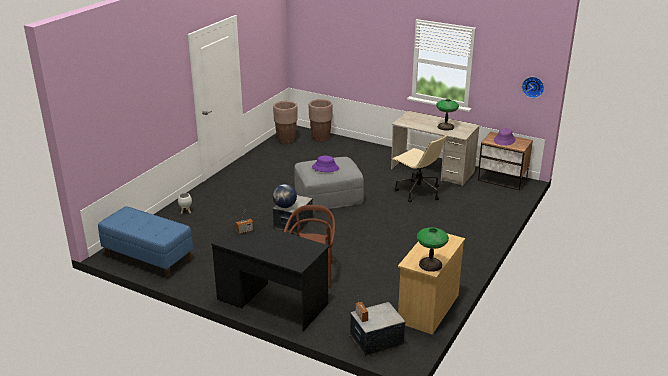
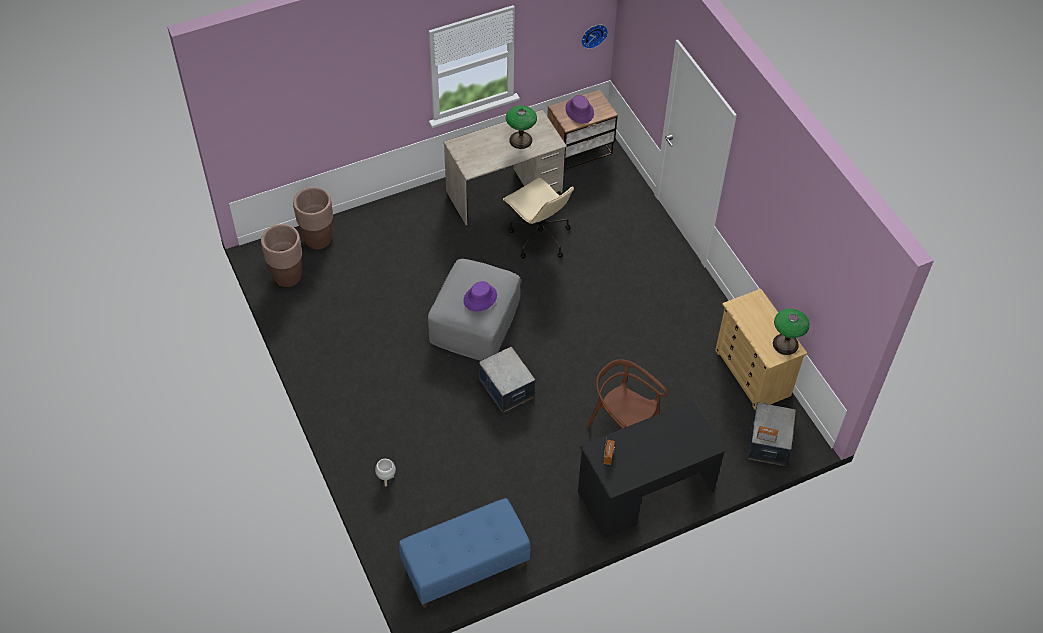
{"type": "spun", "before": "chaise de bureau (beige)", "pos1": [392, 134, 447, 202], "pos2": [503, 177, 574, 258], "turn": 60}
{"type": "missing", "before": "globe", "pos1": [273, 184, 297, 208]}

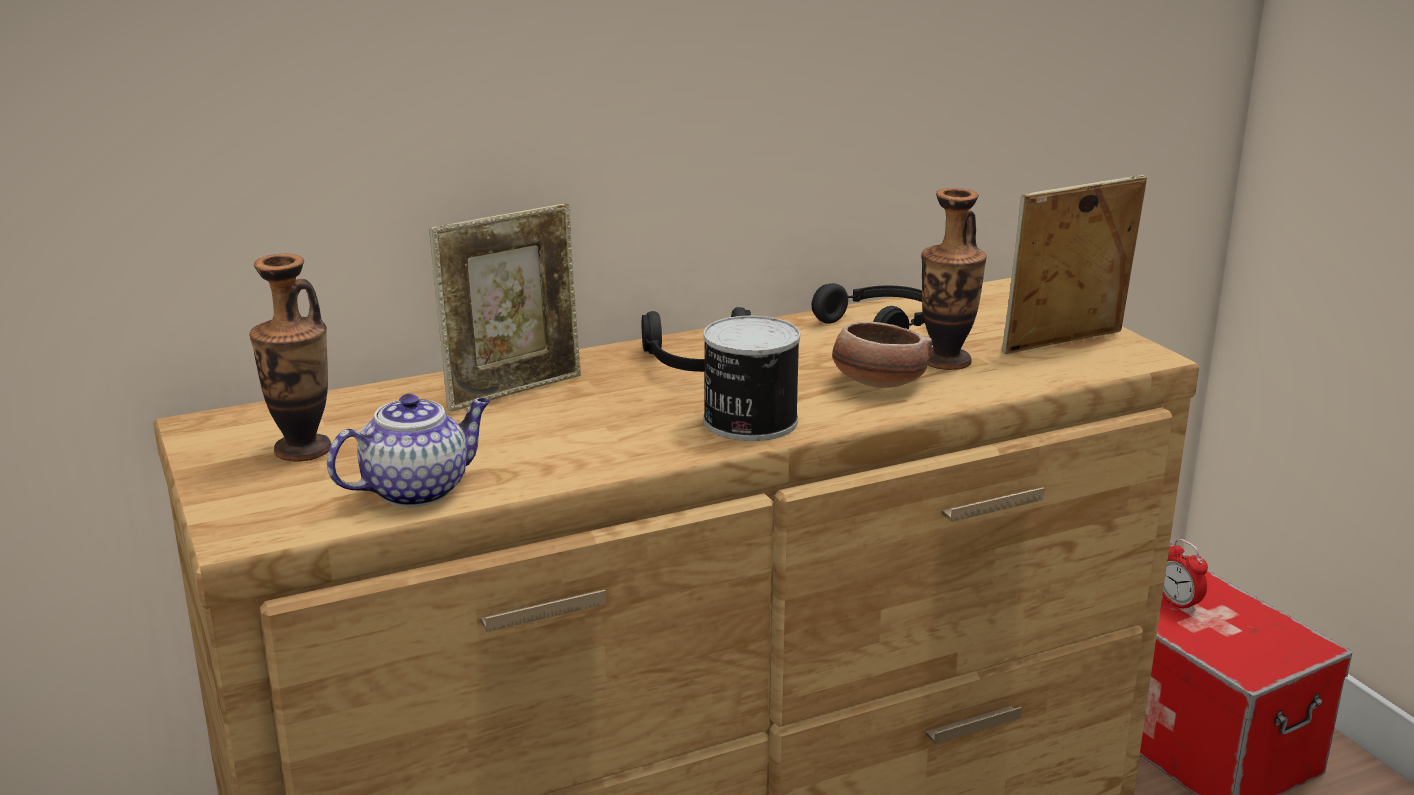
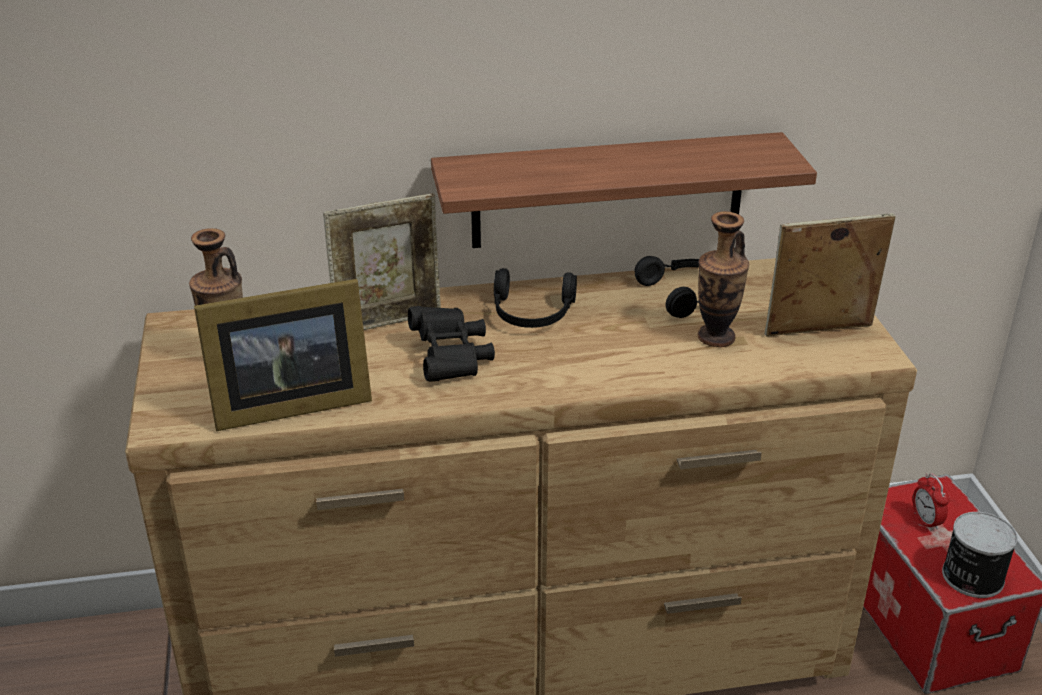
{"type": "relocated", "before": "boîte métallique", "pos1": [703, 316, 800, 441], "pos2": [942, 512, 1018, 598]}
{"type": "missing", "before": "bol", "pos1": [832, 322, 933, 388]}
{"type": "exchanged", "before": "théière", "after": "cadre photo", "pos1": [327, 394, 491, 507], "pos2": [194, 279, 372, 431]}
{"type": "appeared", "after": "étagère", "pos2": [431, 132, 817, 248]}
{"type": "appeared", "after": "jumelles (noir)", "pos2": [408, 306, 495, 382]}

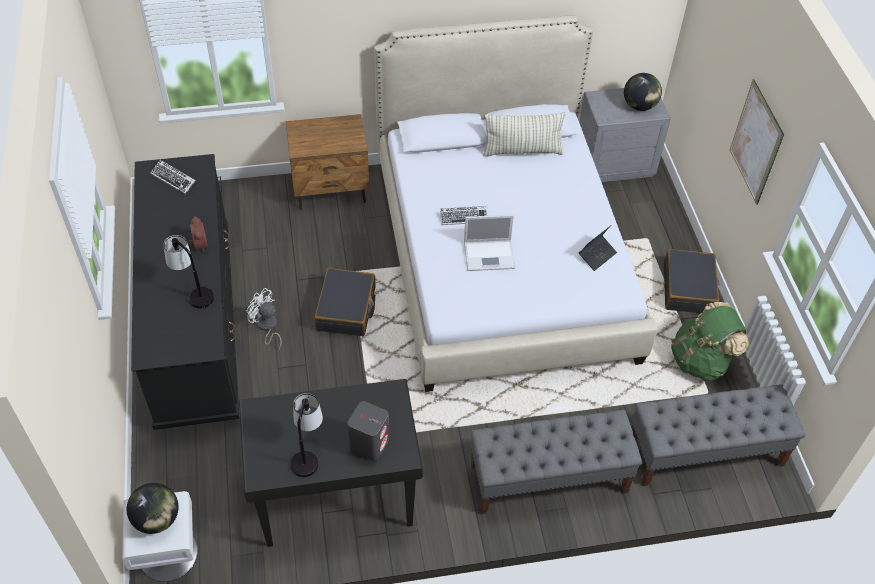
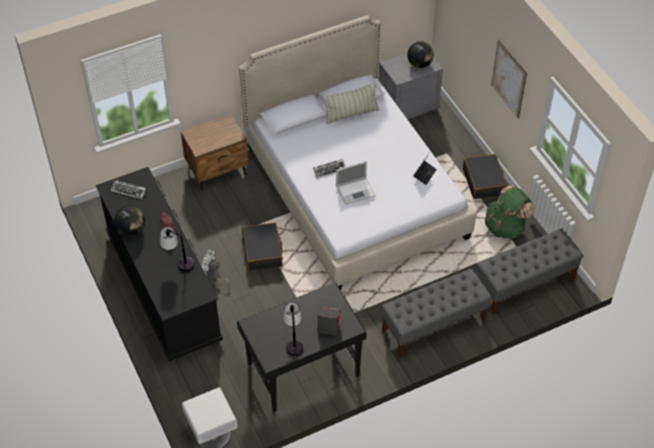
{"type": "relocated", "before": "globe", "pos1": [127, 483, 179, 534], "pos2": [115, 206, 145, 235]}

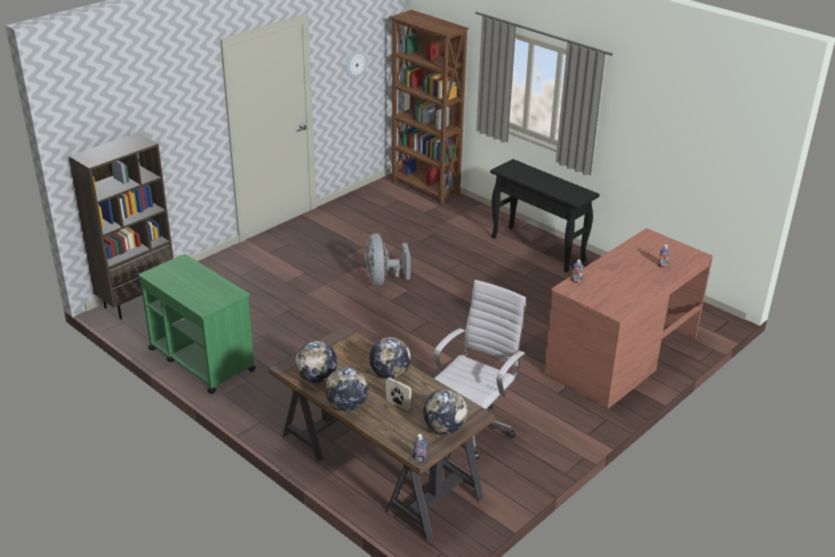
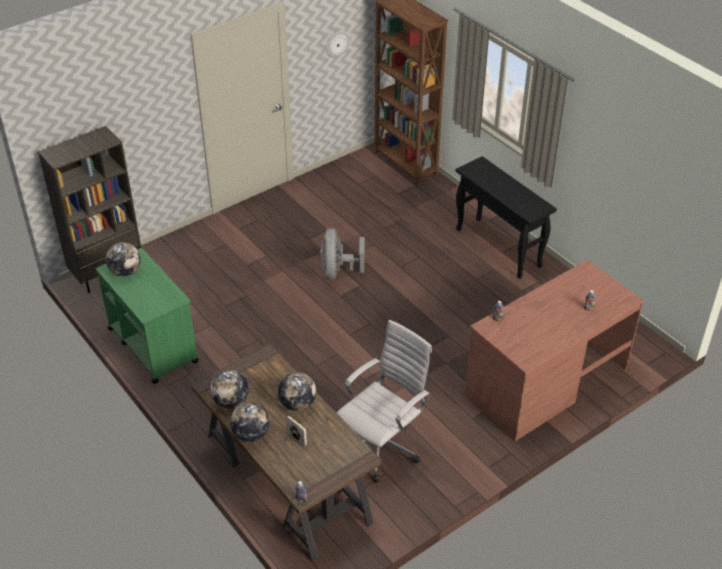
{"type": "relocated", "before": "globe", "pos1": [423, 389, 467, 434], "pos2": [106, 242, 141, 276]}

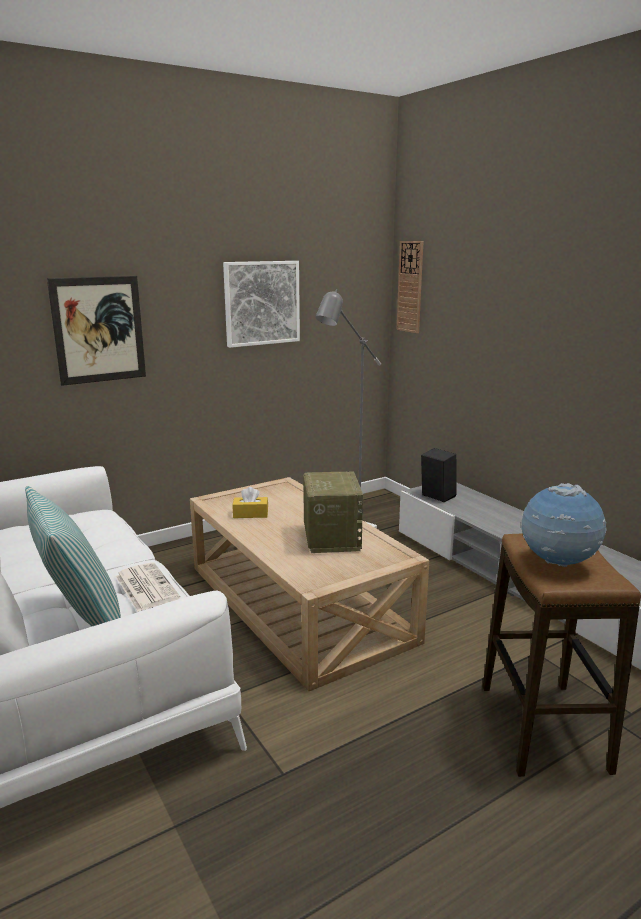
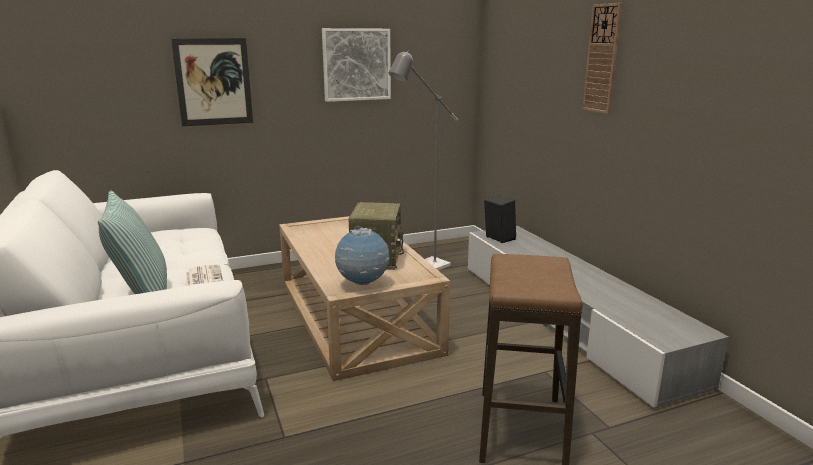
{"type": "relocated", "before": "horloge murale", "pos1": [397, 241, 424, 333], "pos2": [583, 3, 622, 114]}
{"type": "relocated", "before": "globe", "pos1": [522, 483, 607, 567], "pos2": [335, 228, 389, 285]}
{"type": "missing", "before": "boîte à mouchoirs (jaune)", "pos1": [232, 487, 268, 518]}

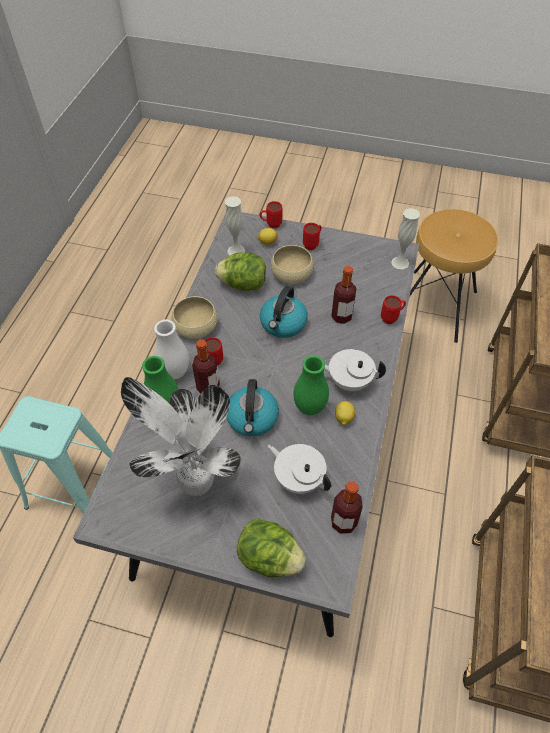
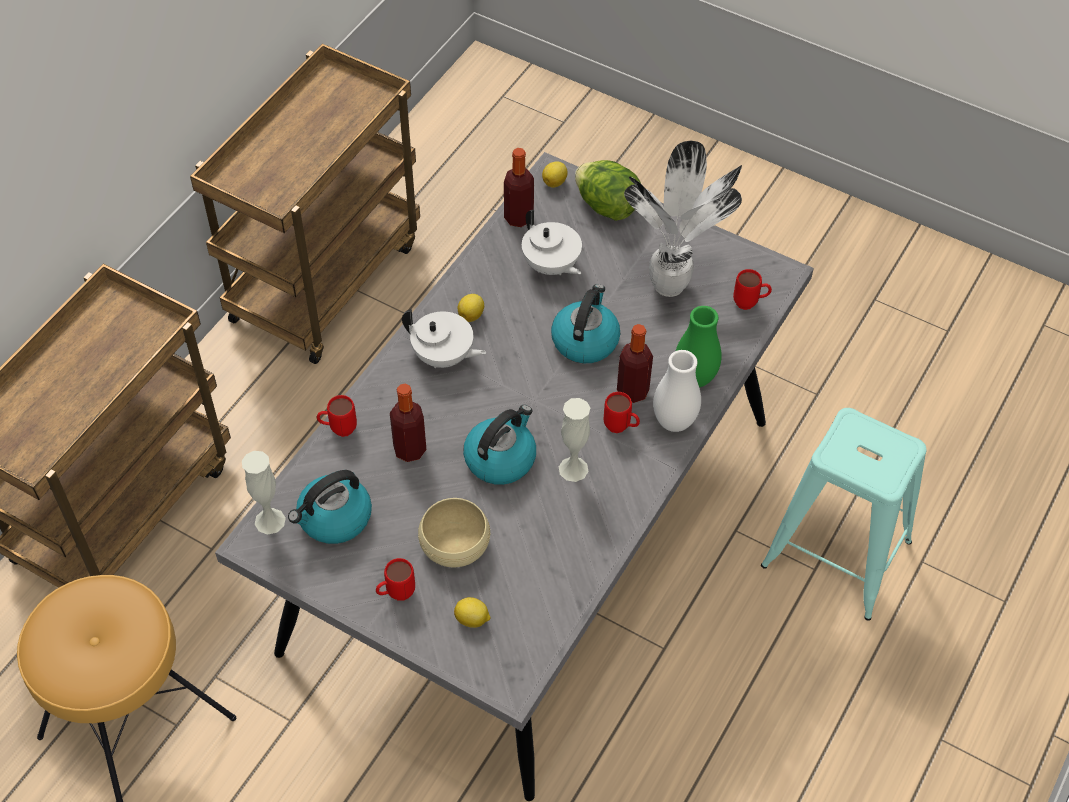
{"type": "relocated", "before": "vase (blanc)", "pos1": [225, 196, 245, 255], "pos2": [559, 398, 590, 482]}
{"type": "relocated", "before": "mug (rouge)", "pos1": [260, 201, 282, 228], "pos2": [733, 269, 772, 310]}
{"type": "missing", "before": "laitue", "pos1": [215, 253, 266, 291]}
{"type": "missing", "before": "bol (beige)", "pos1": [172, 296, 218, 339]}
{"type": "missing", "before": "vase (vert)", "pos1": [293, 355, 329, 415]}
{"type": "appeared", "after": "citron", "pos2": [542, 162, 568, 188]}
{"type": "appeared", "after": "bouilloire", "pos2": [288, 470, 372, 544]}

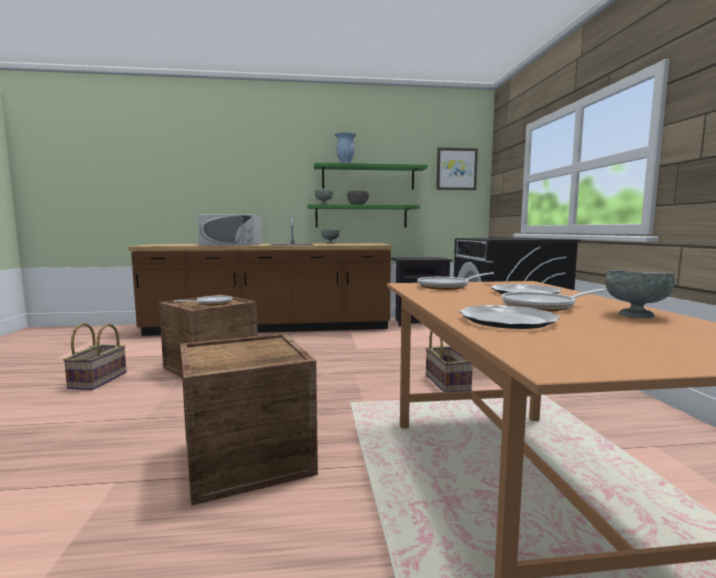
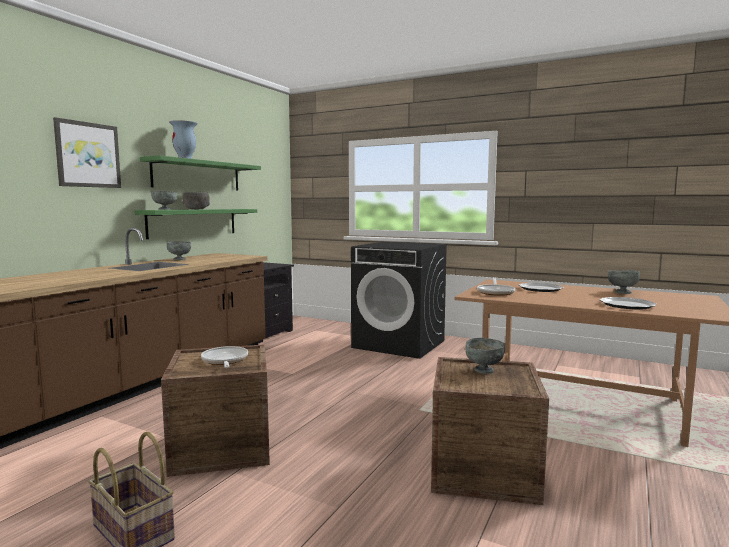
{"type": "relocated", "before": "tableau", "pos1": [436, 148, 478, 190], "pos2": [53, 117, 121, 188]}
{"type": "missing", "before": "micro-ondes (blanc)", "pos1": [197, 214, 262, 245]}
{"type": "missing", "before": "poêle", "pos1": [502, 288, 608, 312]}
{"type": "missing", "before": "panier", "pos1": [425, 331, 473, 392]}
{"type": "appeared", "after": "bol (gris)", "pos2": [465, 338, 505, 374]}

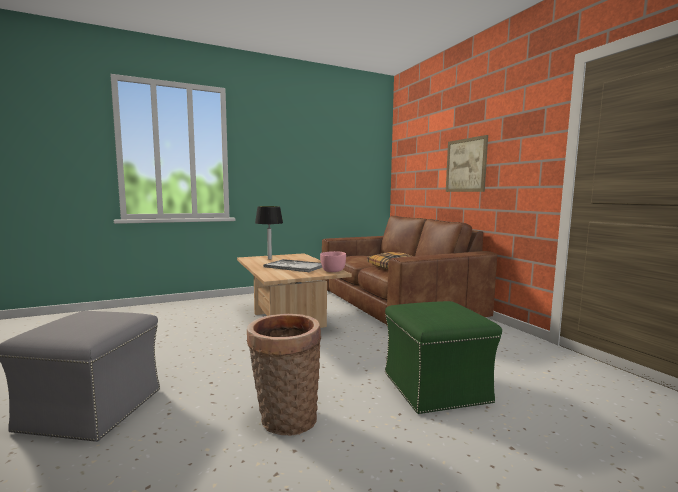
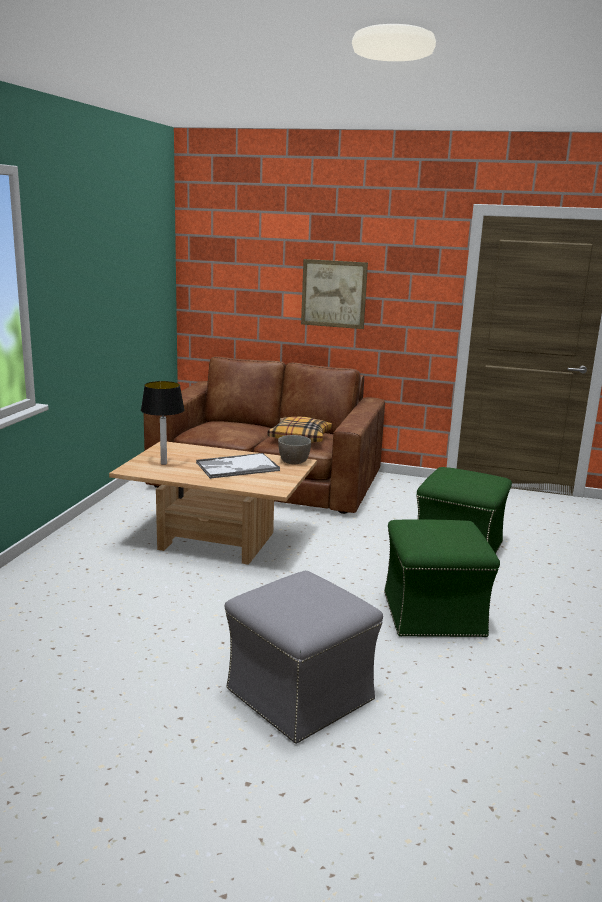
{"type": "colour", "before": "bol (rose)", "after": "bol (gris)", "pos1": [320, 251, 346, 272], "pos2": [278, 435, 311, 465]}
{"type": "exchanged", "before": "panier", "after": "pouf (vert)", "pos1": [246, 314, 321, 436], "pos2": [384, 519, 500, 637]}

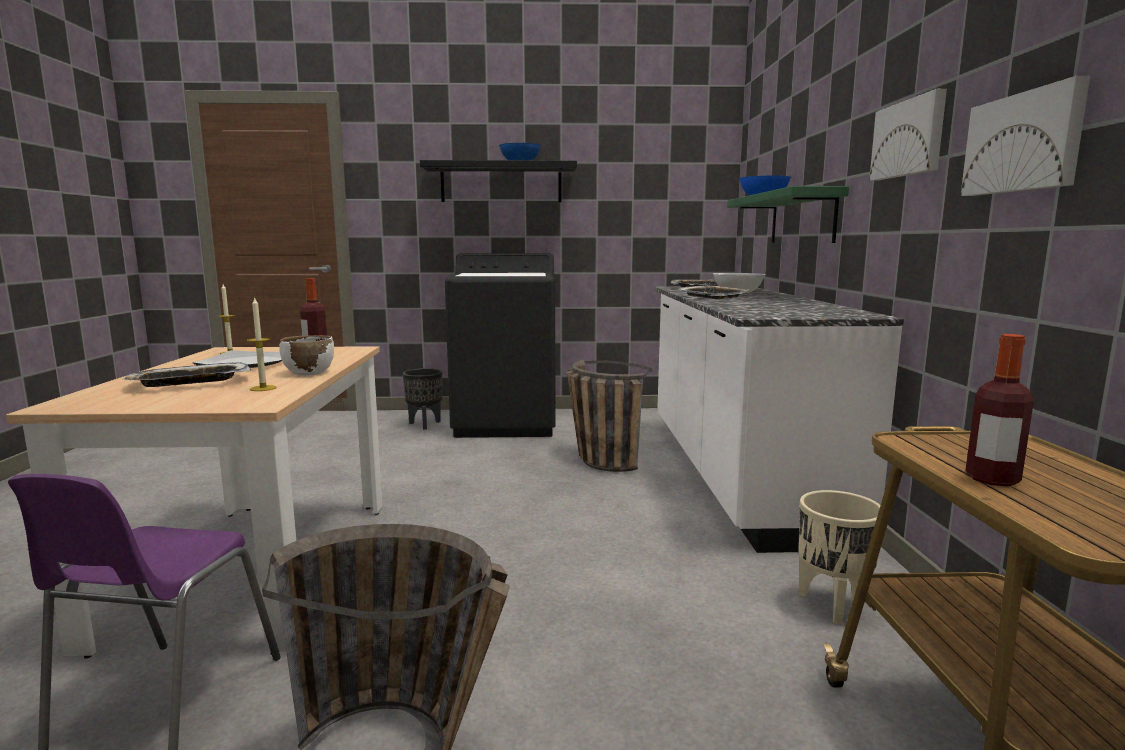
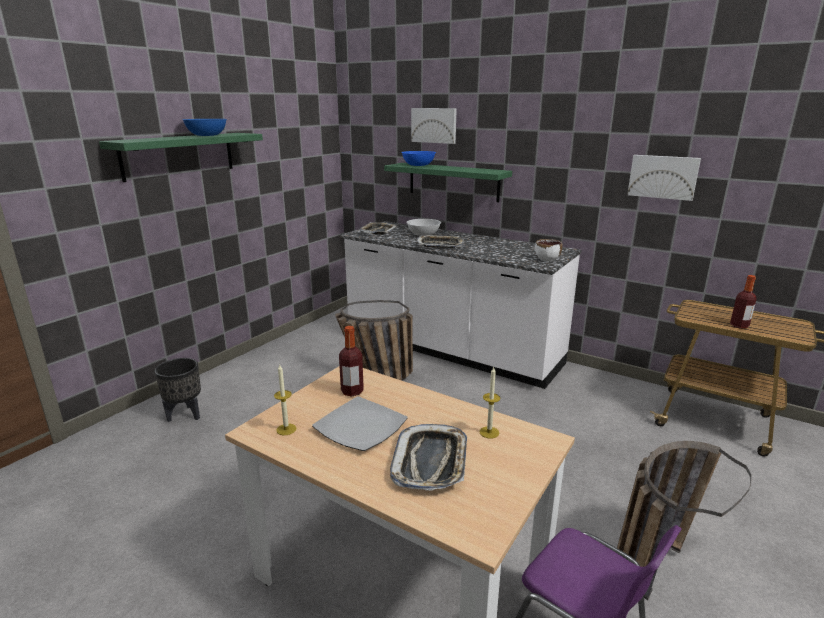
{"type": "relocated", "before": "tableau", "pos1": [869, 89, 947, 181], "pos2": [411, 108, 457, 144]}
{"type": "colour", "before": "étagère (noir)", "after": "étagère (vert)", "pos1": [420, 160, 577, 202], "pos2": [99, 133, 263, 182]}
{"type": "missing", "before": "lave-linge (noir)", "pos1": [445, 253, 556, 438]}
{"type": "relocated", "before": "bol (blanc)", "pos1": [279, 335, 334, 376], "pos2": [535, 239, 563, 261]}
{"type": "missing", "before": "cache-pot (beige)", "pos1": [798, 490, 880, 624]}

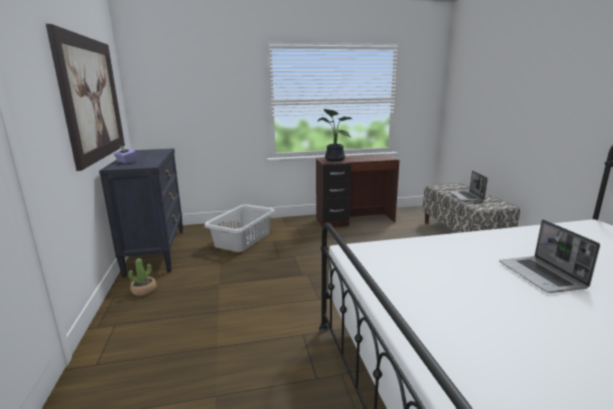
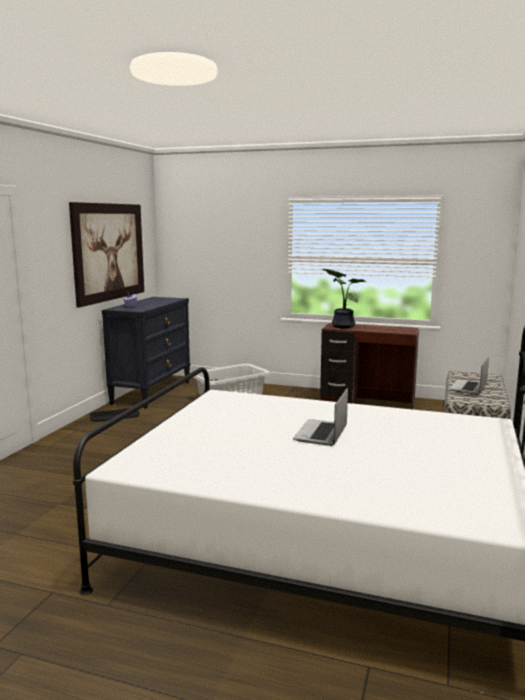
{"type": "exchanged", "before": "plante en pot", "after": "clavier", "pos1": [128, 258, 156, 296], "pos2": [90, 408, 140, 422]}

